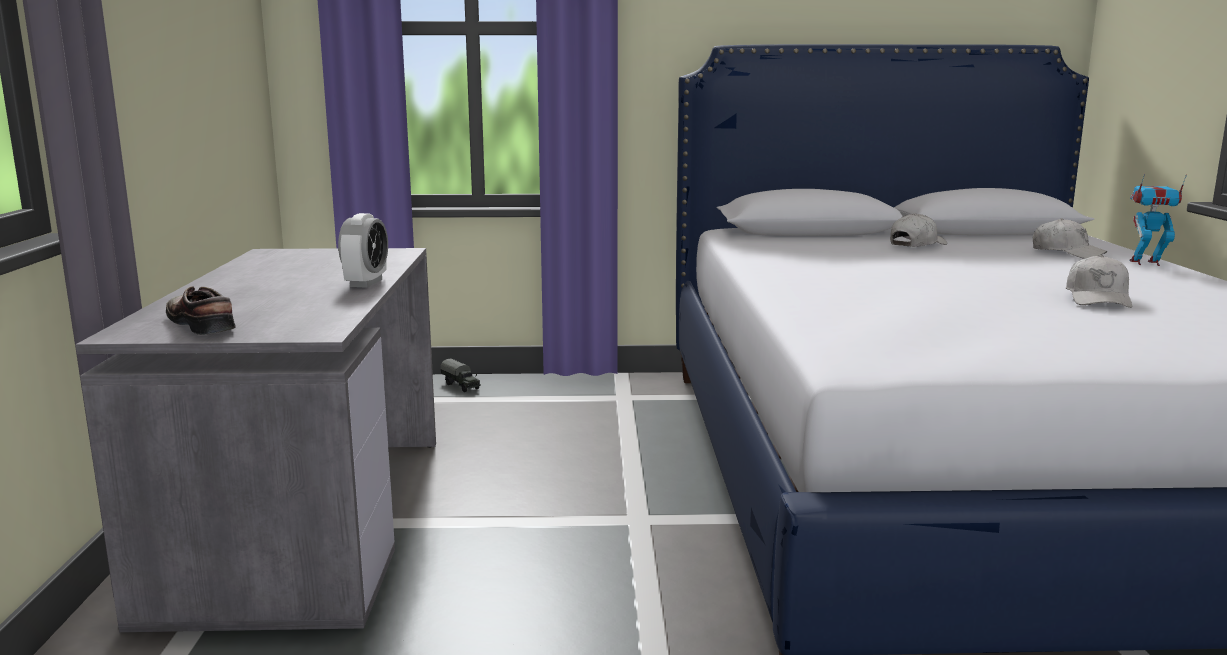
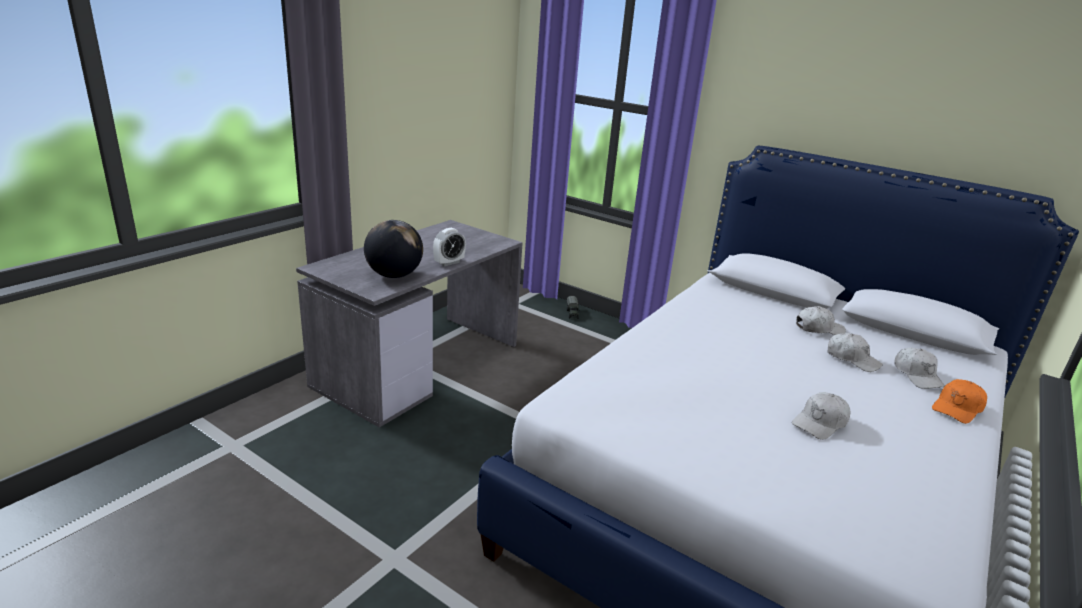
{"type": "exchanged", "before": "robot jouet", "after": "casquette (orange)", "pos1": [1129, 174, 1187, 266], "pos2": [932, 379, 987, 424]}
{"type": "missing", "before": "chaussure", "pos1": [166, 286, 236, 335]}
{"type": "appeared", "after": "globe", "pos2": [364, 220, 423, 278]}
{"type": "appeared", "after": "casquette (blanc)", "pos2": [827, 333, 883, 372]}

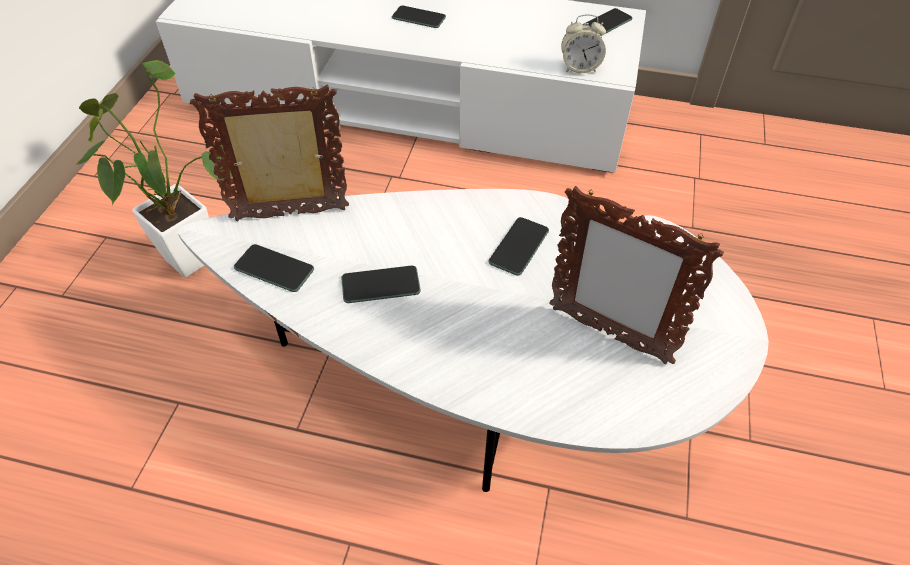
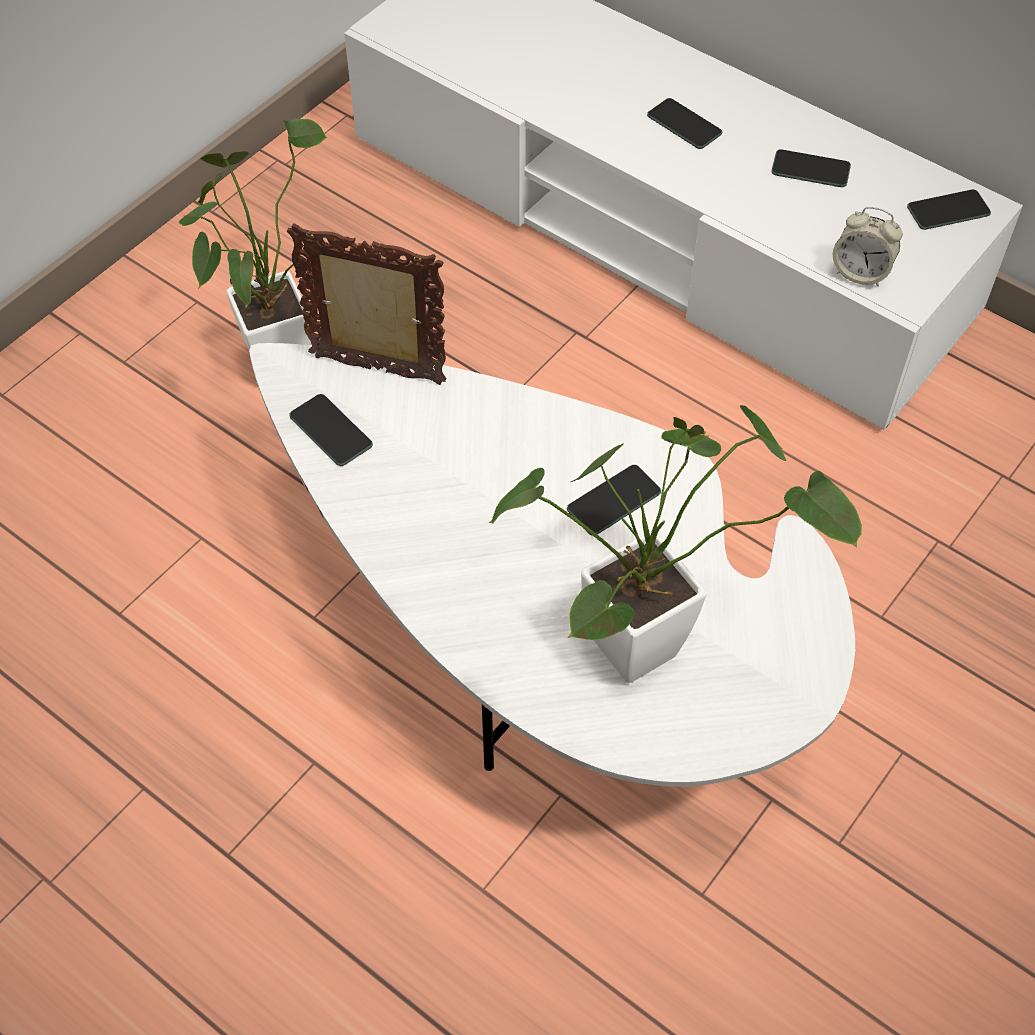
{"type": "exchanged", "before": "cadre photo", "after": "plante en pot", "pos1": [549, 186, 724, 364], "pos2": [489, 405, 862, 683]}
{"type": "relocated", "before": "téléphone", "pos1": [341, 266, 421, 303], "pos2": [772, 149, 851, 187]}

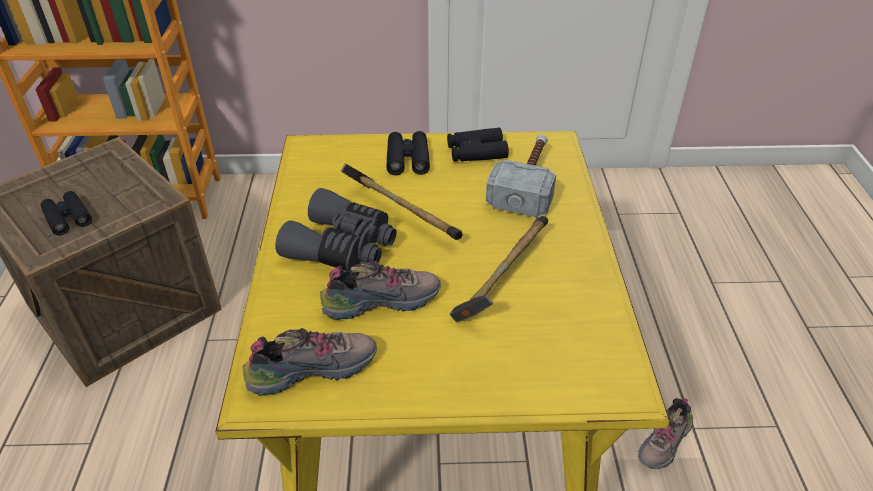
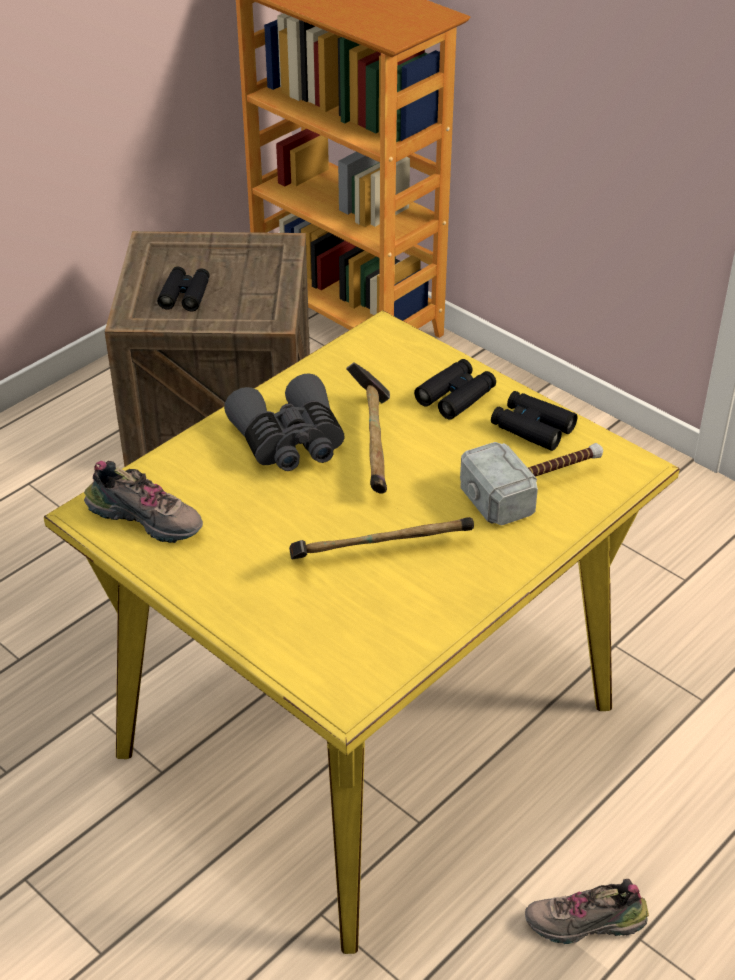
{"type": "missing", "before": "chaussure", "pos1": [320, 261, 441, 320]}

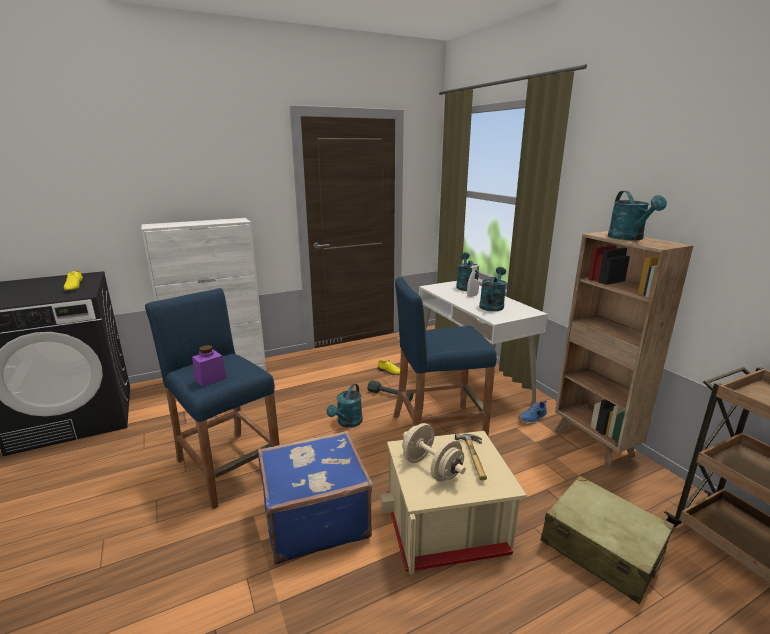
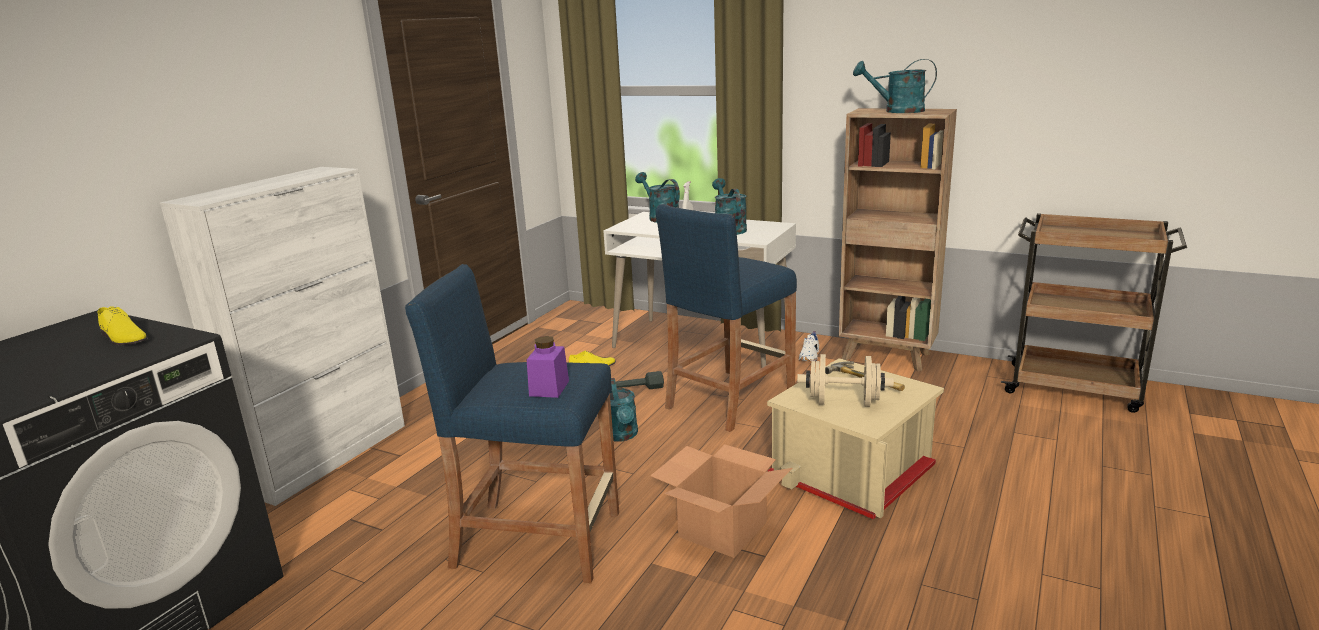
{"type": "spun", "before": "arrosoir (turquoise)", "pos1": [608, 191, 667, 241], "pos2": [853, 59, 937, 113], "turn": 135}
{"type": "colour", "before": "chaussure (bleu)", "after": "chaussure (blanc)", "pos1": [518, 400, 547, 424], "pos2": [799, 331, 819, 362]}
{"type": "exchanged", "before": "valise (bleu)", "after": "carton", "pos1": [258, 431, 373, 565], "pos2": [650, 444, 792, 558]}
{"type": "missing", "before": "valise (beige)", "pos1": [541, 476, 674, 604]}

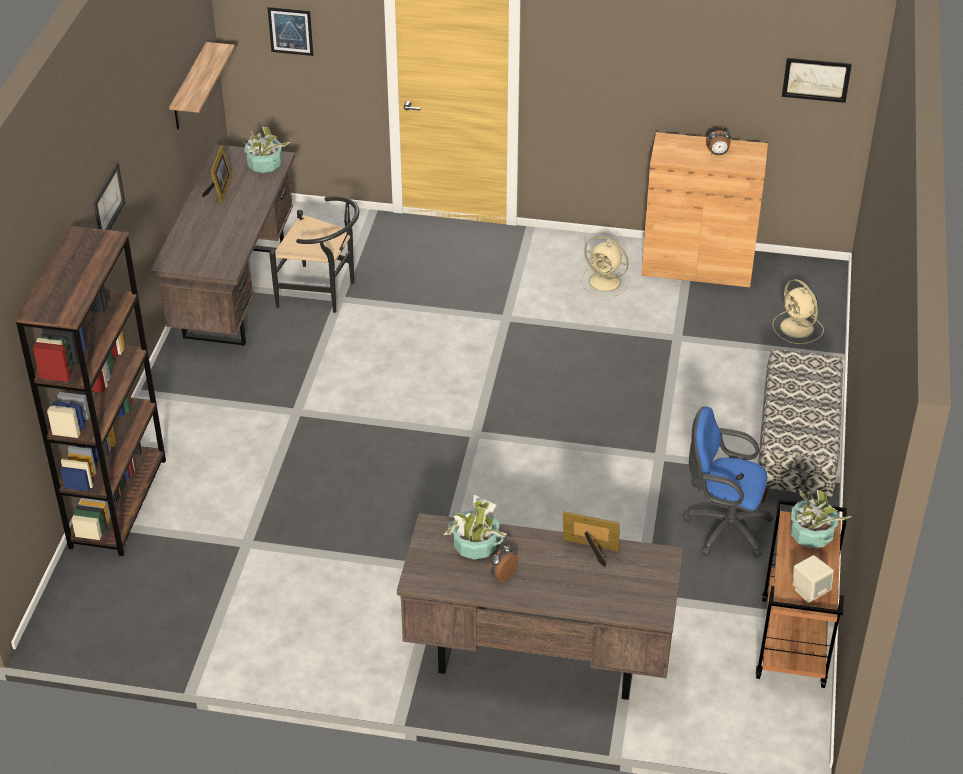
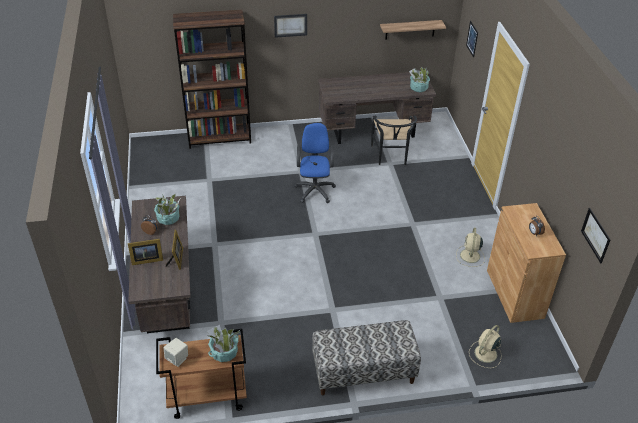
{"type": "relocated", "before": "cadre photo", "pos1": [202, 146, 232, 203], "pos2": [128, 239, 163, 265]}
{"type": "relocated", "before": "chaise de bureau (bleu)", "pos1": [683, 407, 774, 558], "pos2": [294, 123, 336, 203]}

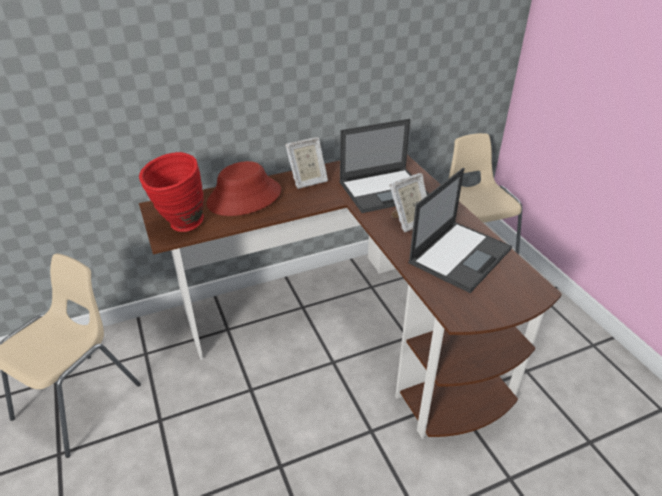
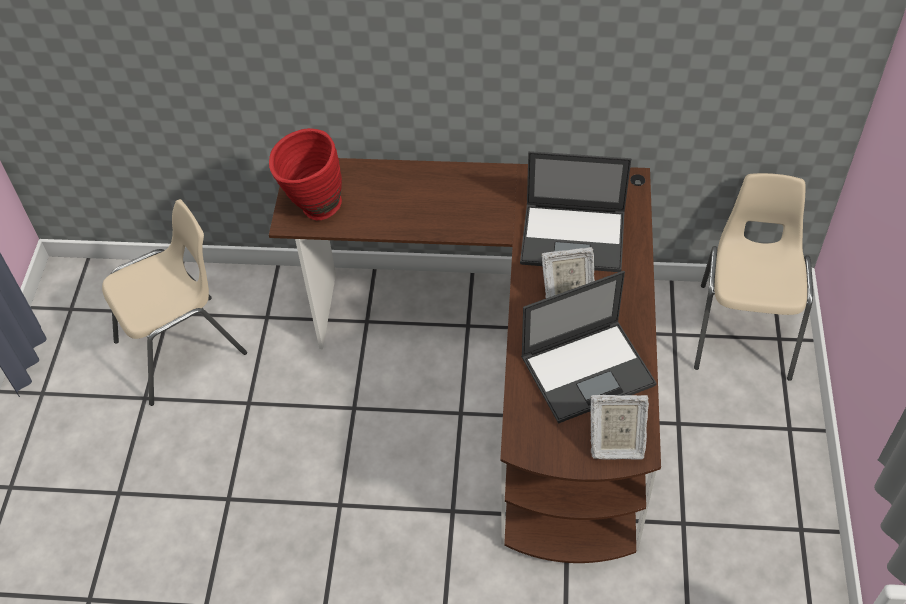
{"type": "relocated", "before": "cadre photo", "pos1": [285, 137, 328, 189], "pos2": [590, 395, 649, 460]}
{"type": "missing", "before": "chapeau (rouge)", "pos1": [207, 161, 281, 216]}

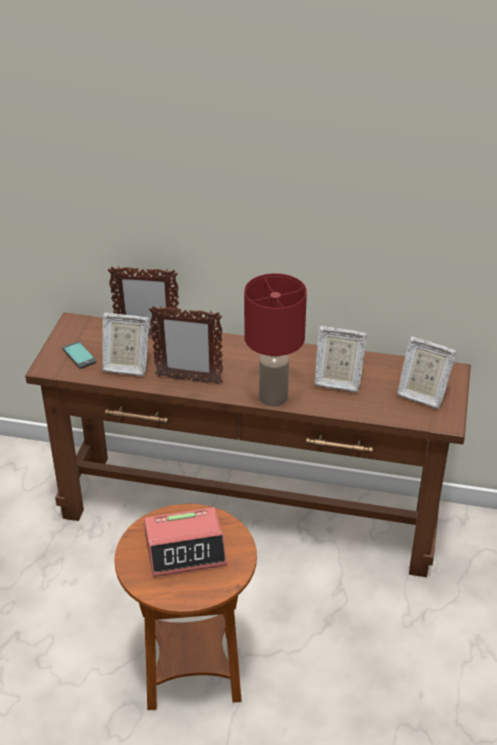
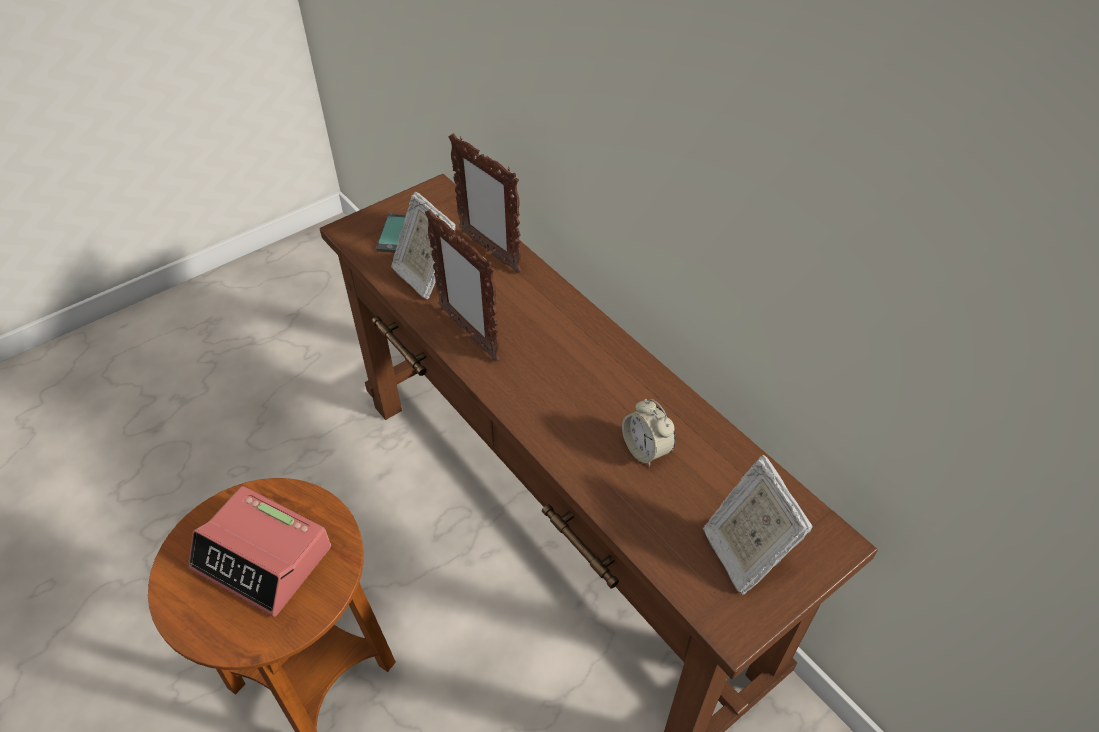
{"type": "missing", "before": "lampe de table (rouge)", "pos1": [244, 273, 307, 407]}
{"type": "exchanged", "before": "cadre photo", "after": "réveil", "pos1": [314, 326, 367, 392], "pos2": [622, 399, 676, 467]}

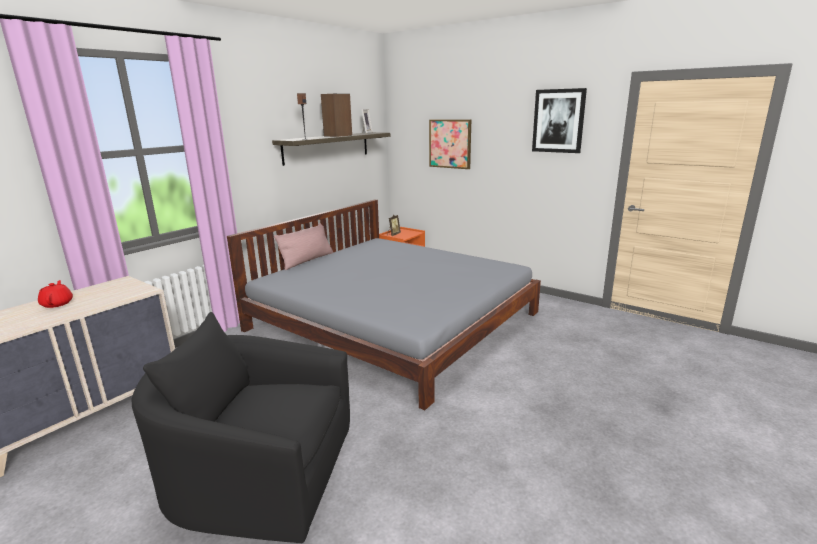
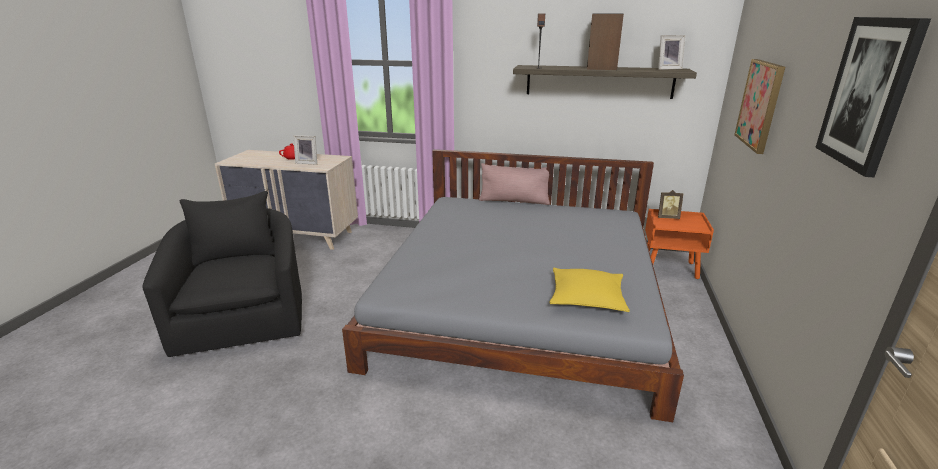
{"type": "appeared", "after": "cadre photo", "pos2": [293, 135, 317, 164]}
{"type": "appeared", "after": "coussin (jaune)", "pos2": [549, 268, 630, 312]}

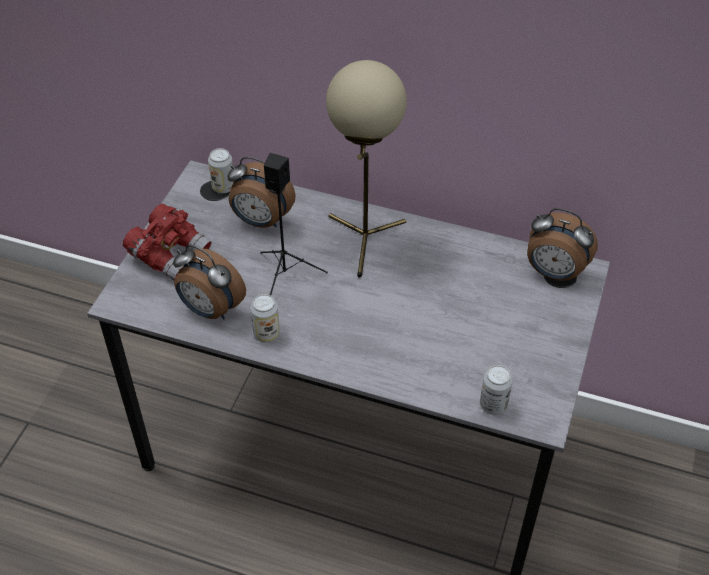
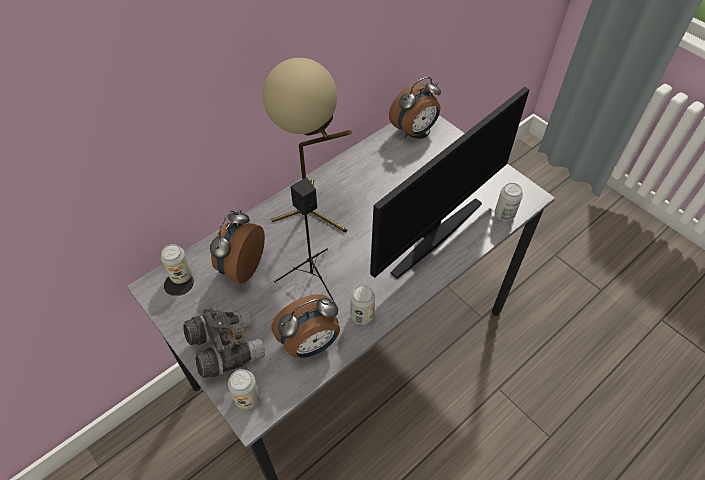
{"type": "spun", "before": "réveil", "pos1": [227, 157, 296, 228], "pos2": [210, 209, 265, 284], "turn": 150}
{"type": "colour", "before": "jumelles (rouge)", "after": "jumelles (gris)", "pos1": [123, 204, 212, 281], "pos2": [183, 308, 265, 378]}
{"type": "appeared", "after": "écran d'ordinateur", "pos2": [370, 87, 530, 279]}
{"type": "appeared", "after": "boîte métallique", "pos2": [228, 369, 260, 410]}

